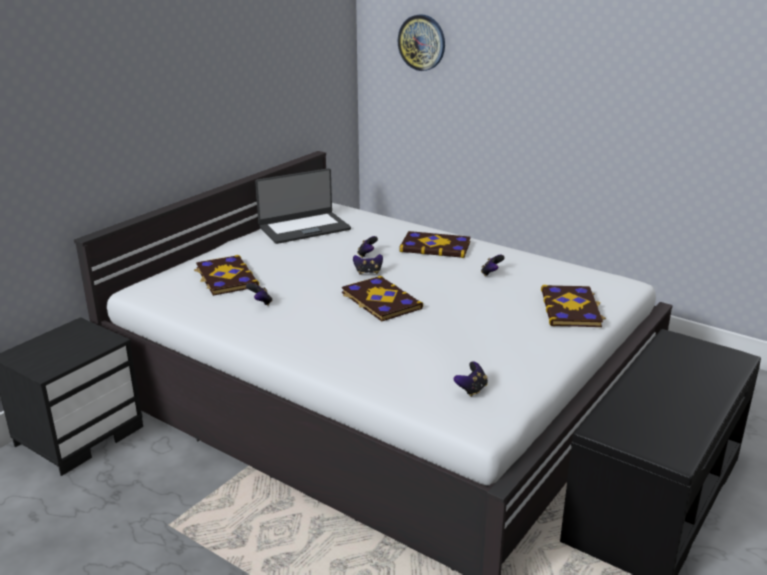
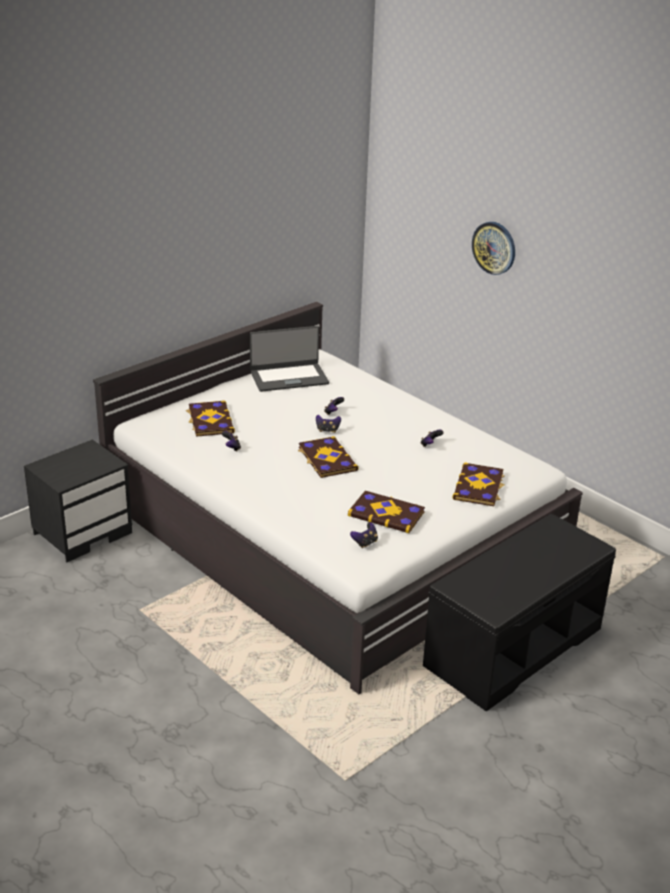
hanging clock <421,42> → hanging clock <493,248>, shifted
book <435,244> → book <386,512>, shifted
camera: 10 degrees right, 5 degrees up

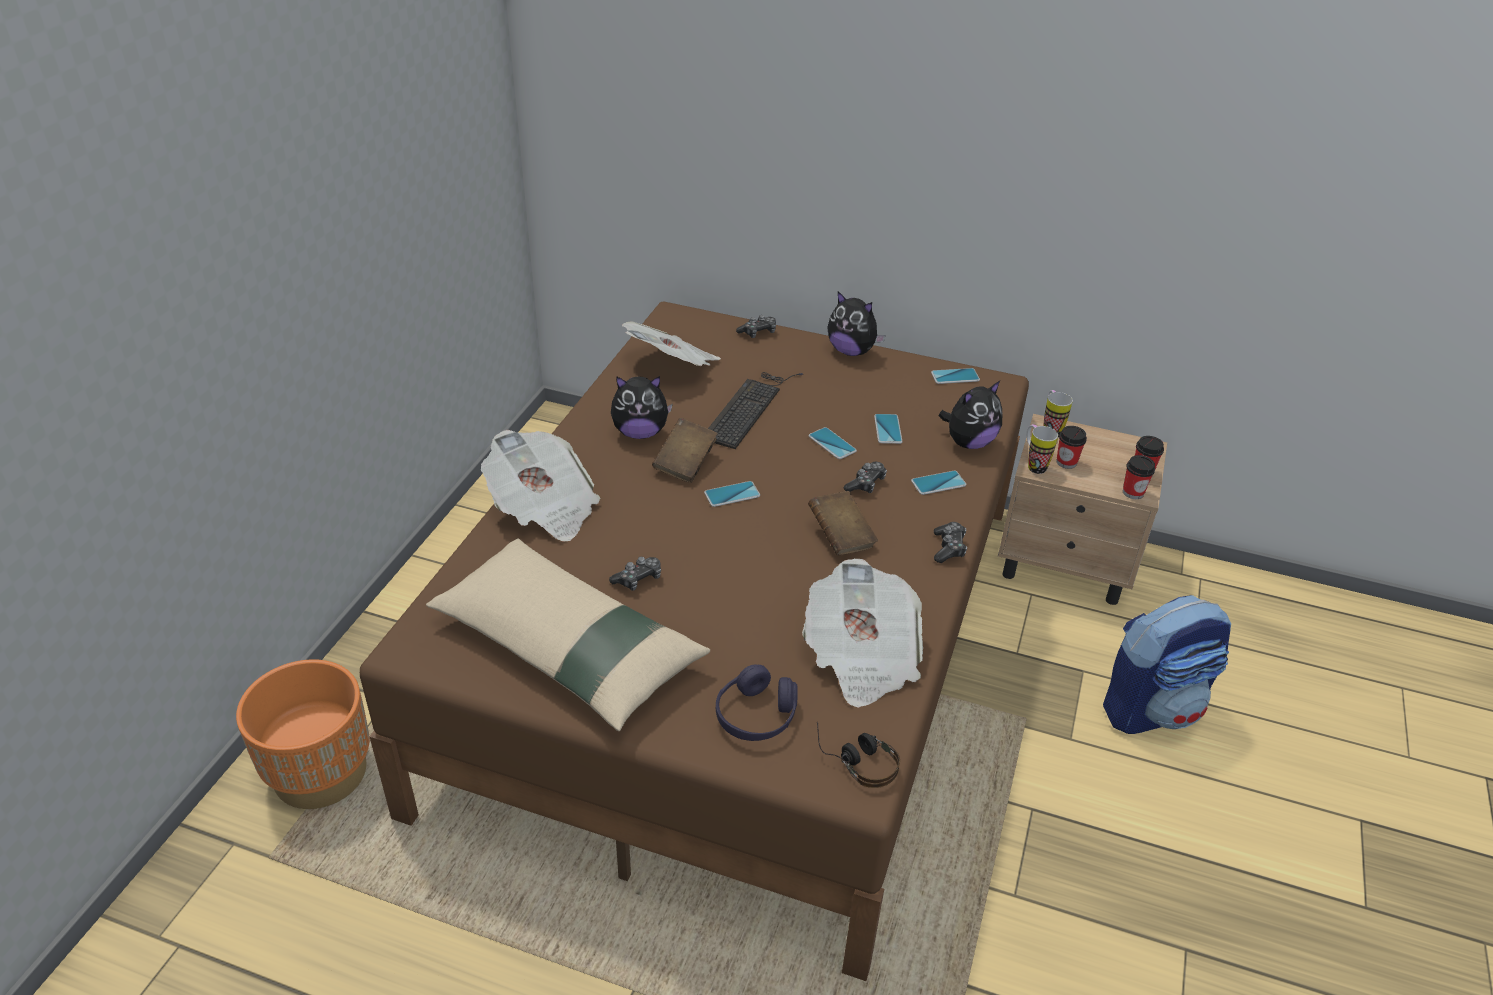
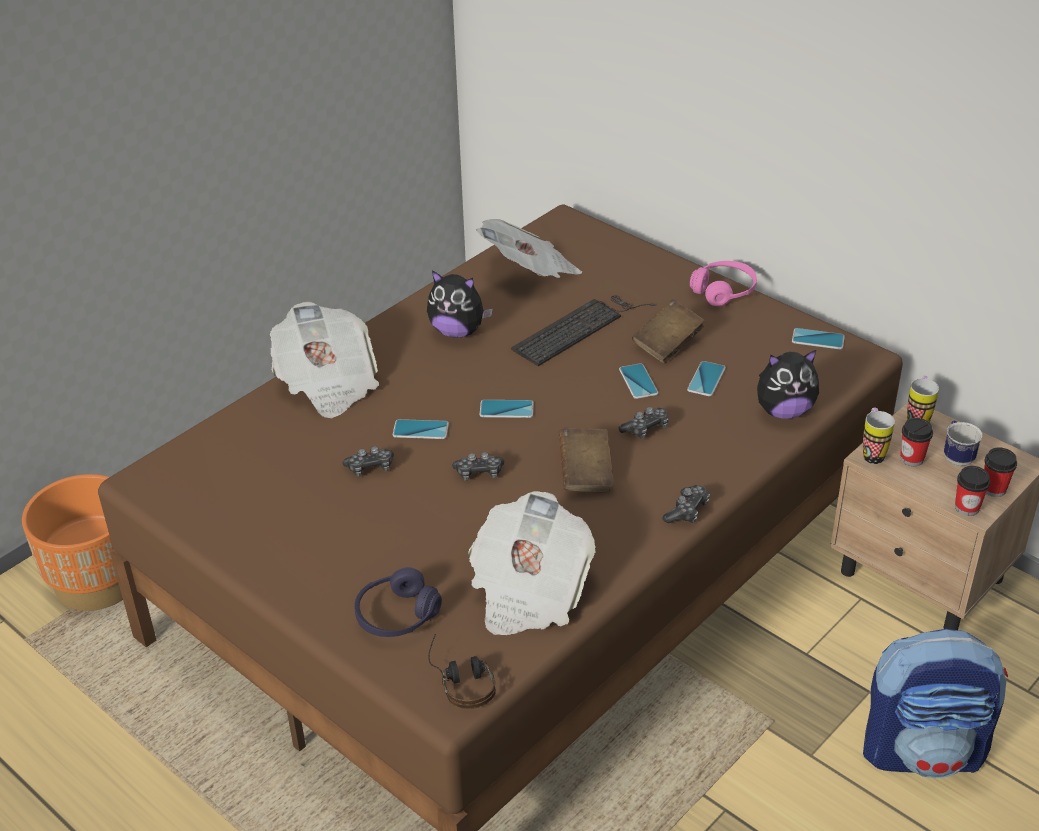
pillow (sand-coloured) <568,634> → -
- → tea mug <963,443>
book (brown-coloured) <685,450> → book (brown-coloured) <668,331>, shifted
gamepad <756,326> → gamepad <478,466>, shifted
phone <938,483> → phone <421,429>, shifted
soft toy <856,323> → pair of headphones (pink) <723,283>
camera: 25 degrees right, 0 degrees up

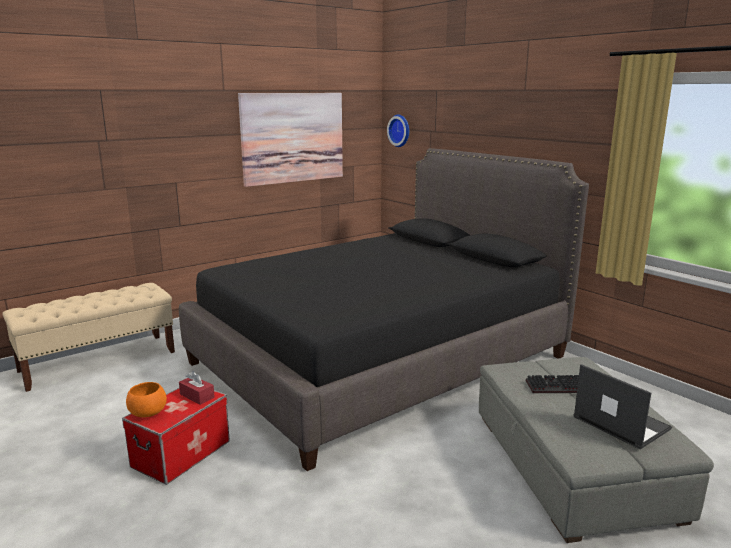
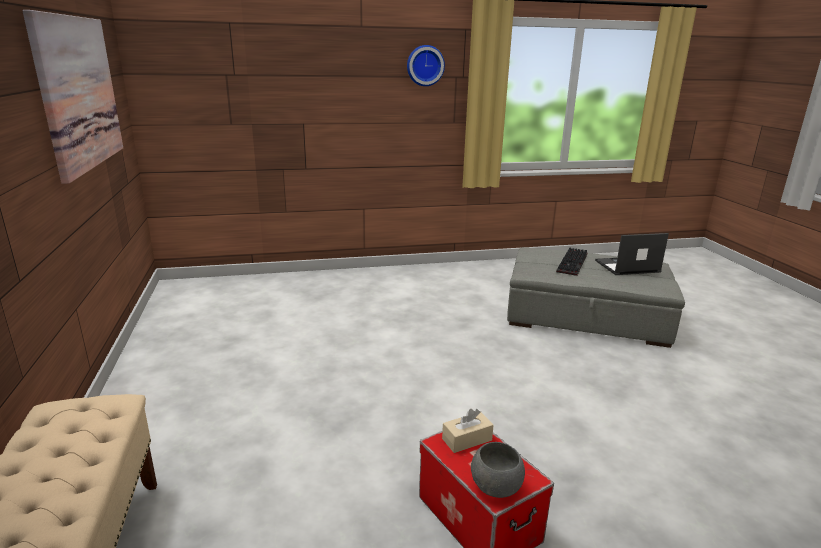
sleeping bed (blackish) <384,309> → -
hanging clock <398,131> → hanging clock <426,65>, shifted
deep dish (orange) <146,399> → deep dish (greyish) <498,470>
tissue box (red) <197,388> → tissue box (sand-coloured) <468,431>
camera: 65 degrees left, 5 degrees up

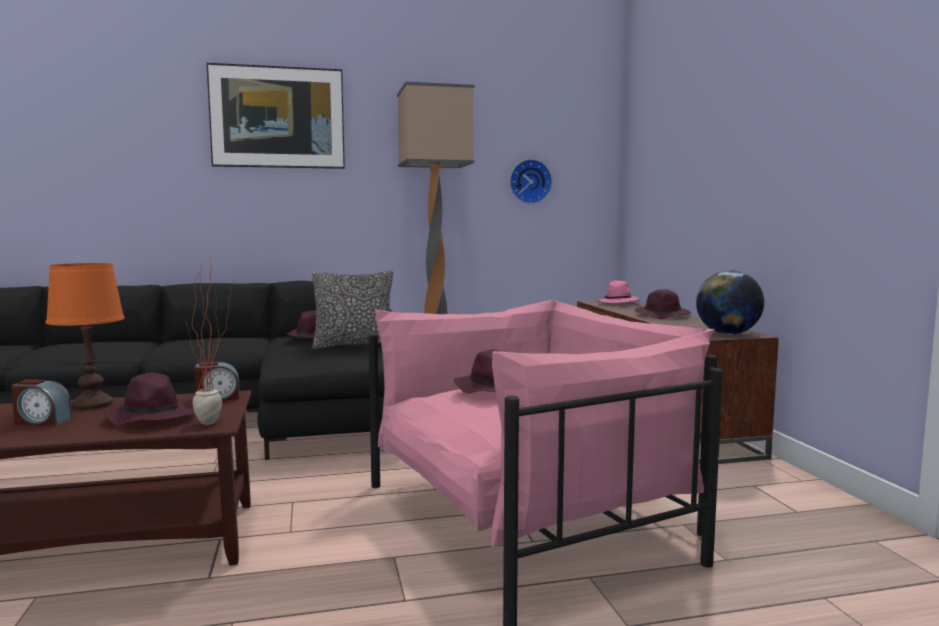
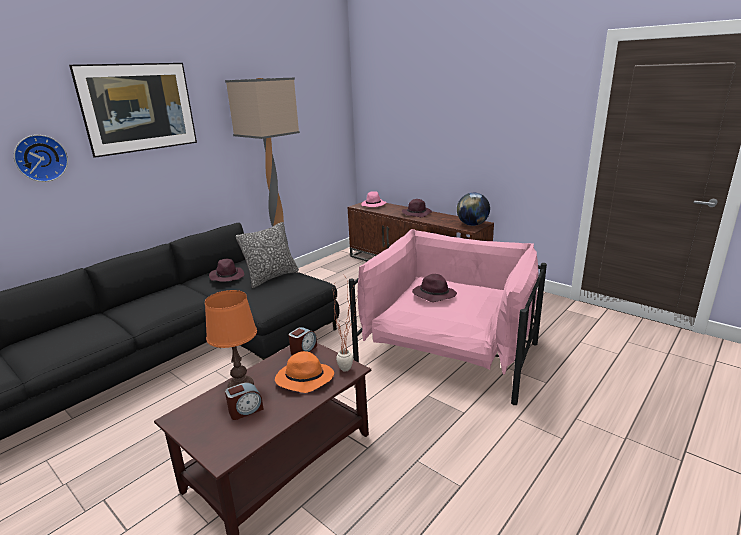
hanging clock <531,182> → hanging clock <41,158>, shifted
hat (purple-coloured) <149,398> → hat (orange) <304,372>
camera: 35 degrees left, 15 degrees up

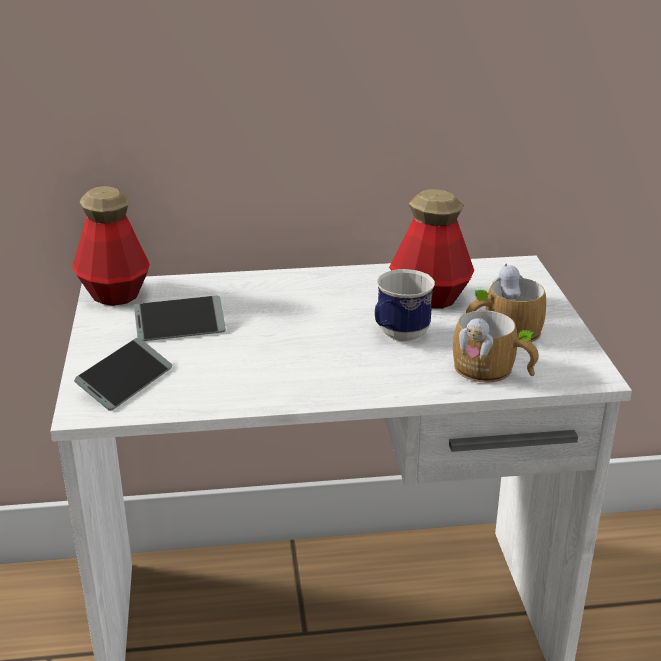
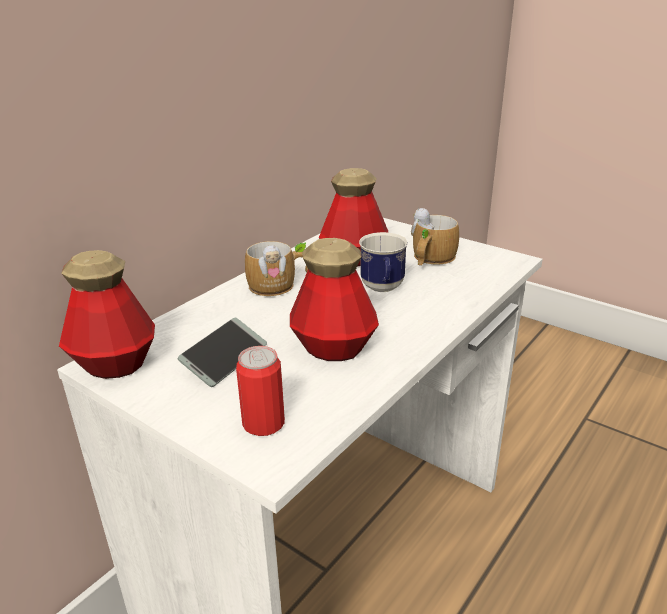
- → bottle <334,299>
tea mug <496,346> → tea mug <276,268>, shifted
phone <123,374> → metal can <260,391>
camera: 45 degrees left, 0 degrees up

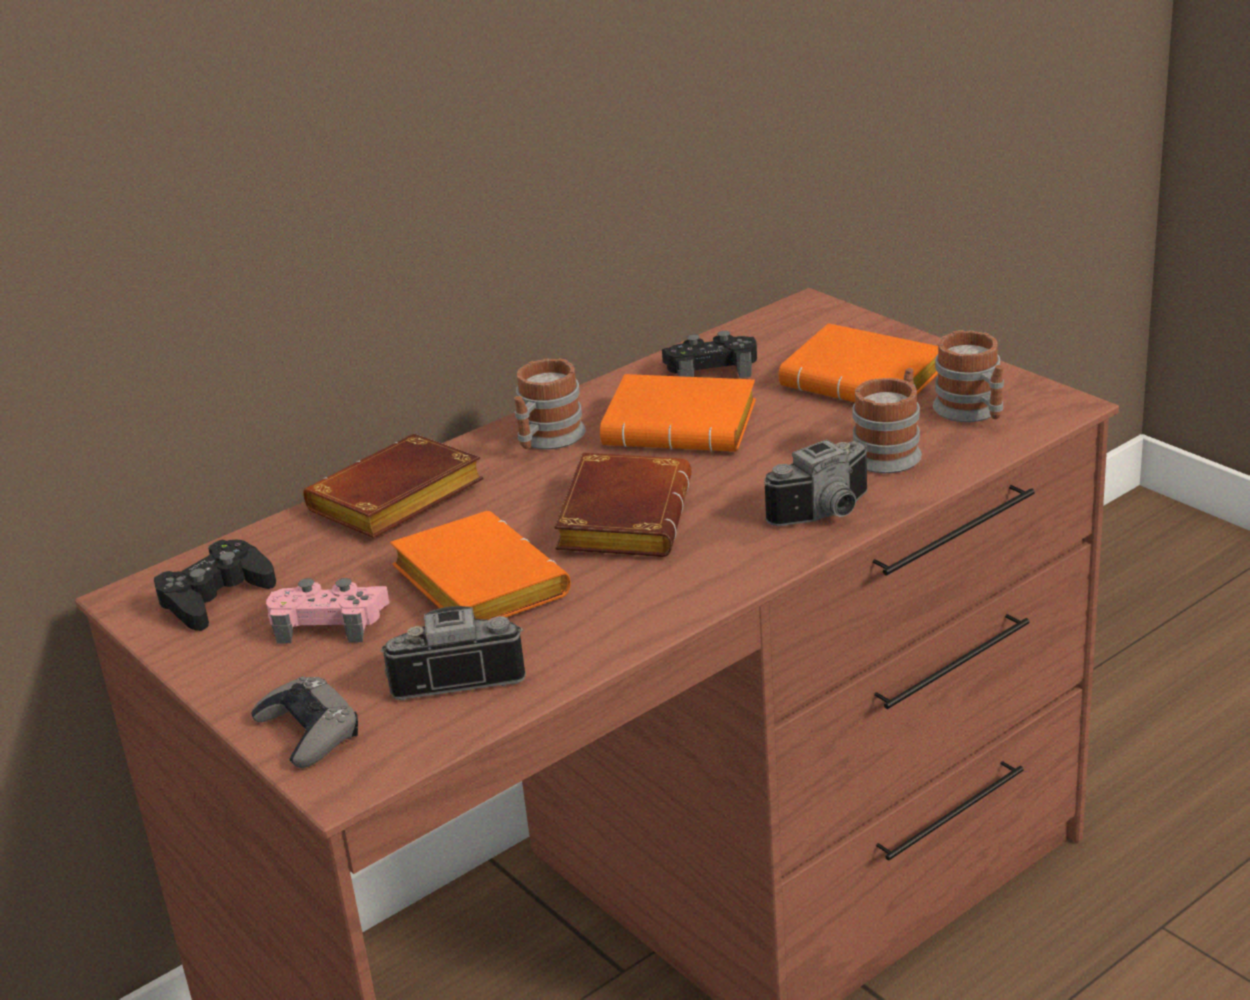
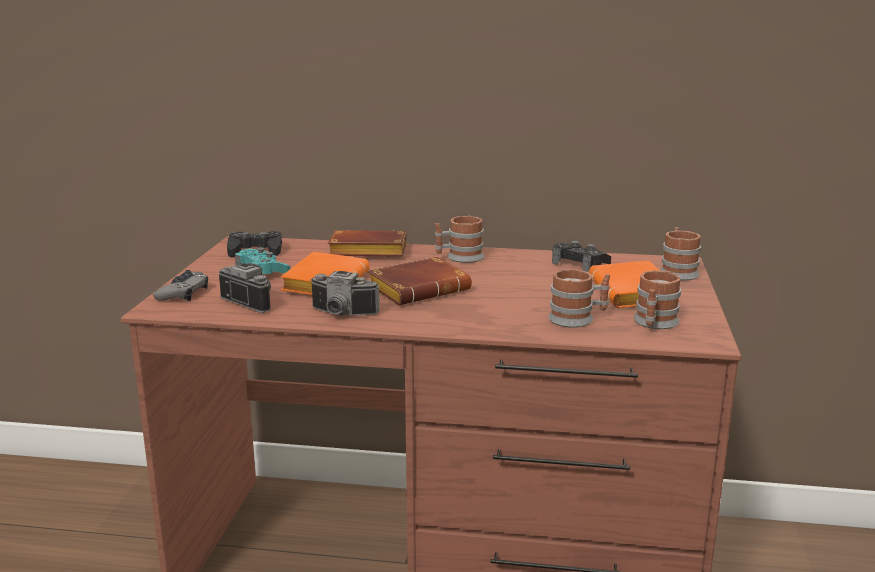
book (orange) <678,413> → -
- → tea mug <680,253>
still camera <816,483> → still camera <345,293>, shifted
gamepad (pink) <328,611> → gamepad (turquoise-coloured) <263,260>
camera: 45 degrees right, 10 degrees down

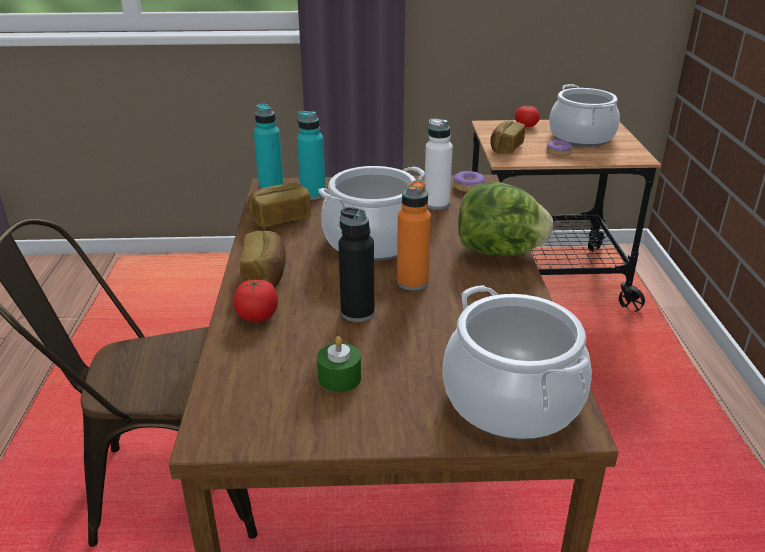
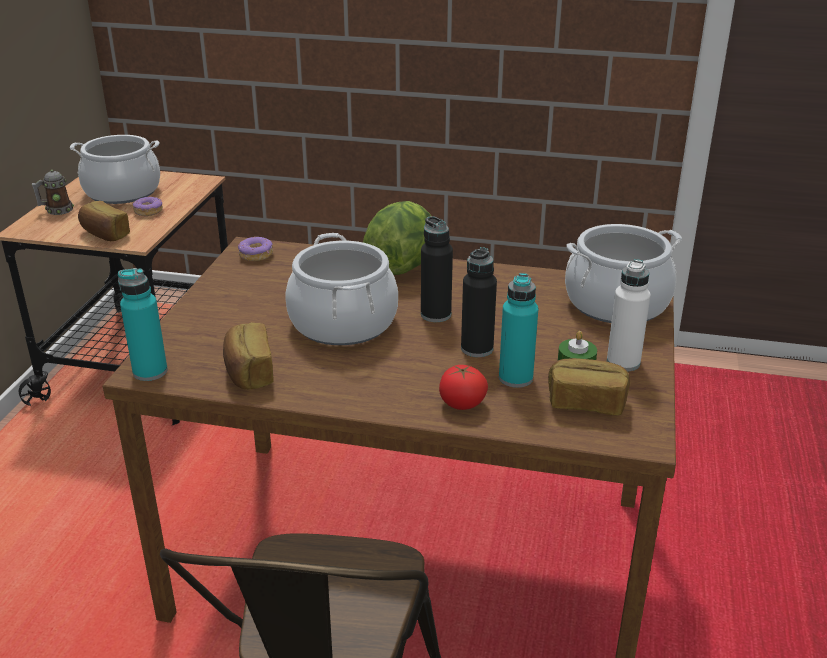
bakery bread <263,259> → bakery bread <589,387>, shifted
bottle (turquoise-coloured) <311,155> → bottle (turquoise-coloured) <518,330>, shifted
bottle (whitish) <439,164> → bottle (whitish) <629,315>, shifted
fresh tomato <527,116> → tea mug <53,192>
bottle (orange) <414,235> → bottle (blackish) <437,269>
camera: 75 degrees left, 0 degrees up

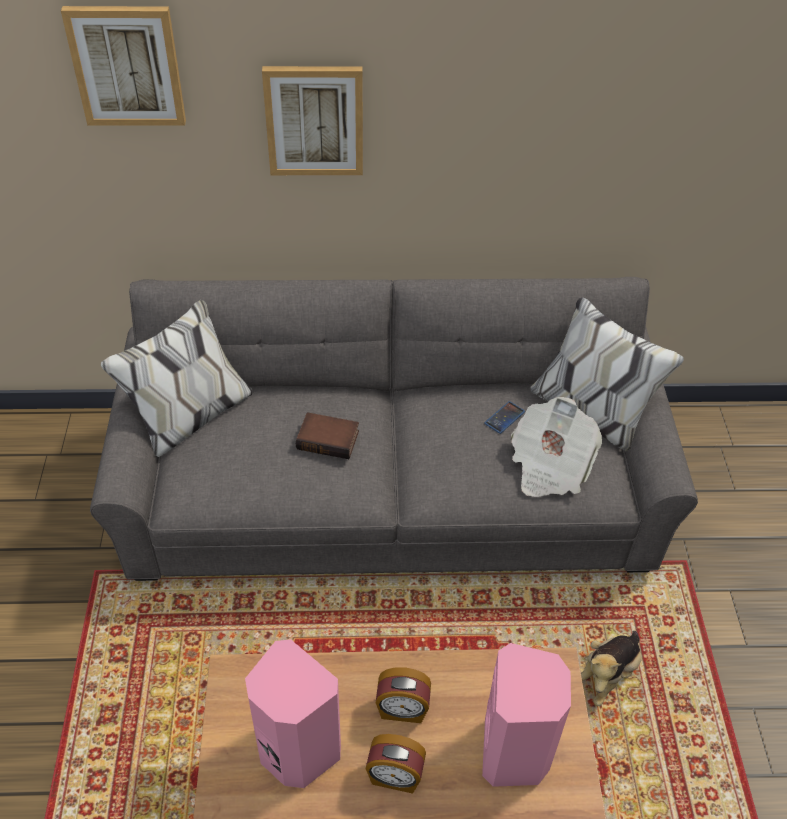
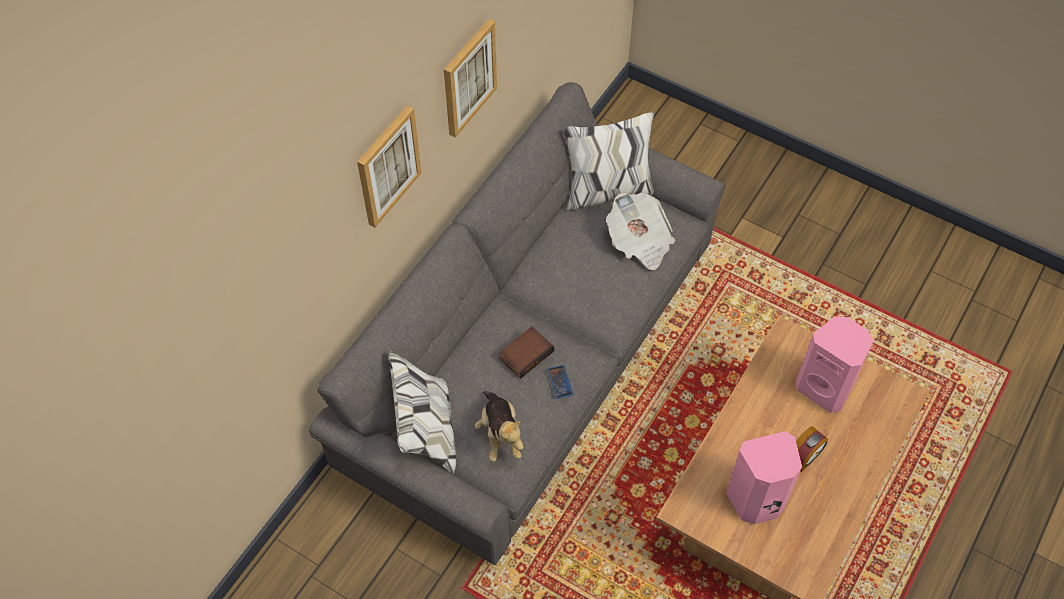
bedside clock <403,695> → -
wall art <123,66> → wall art <470,78>, shifted
phone <504,417> → phone <560,382>, shifted
soft toy <611,668> → soft toy <499,426>, shifted
camera: 55 degrees left, 10 degrees up

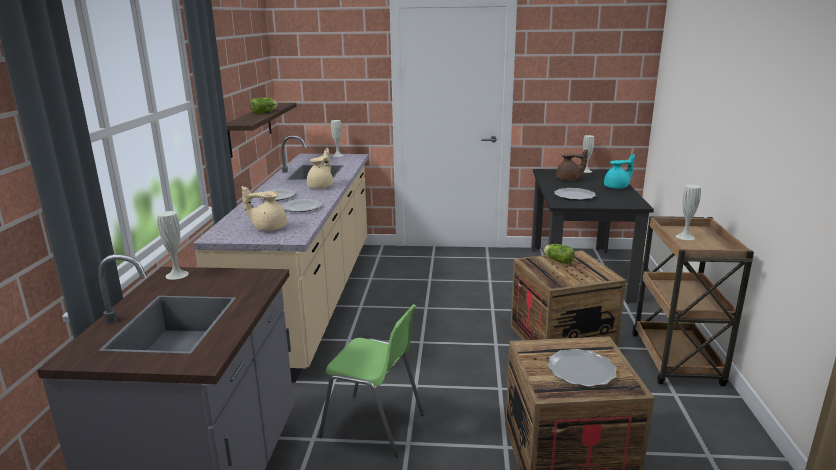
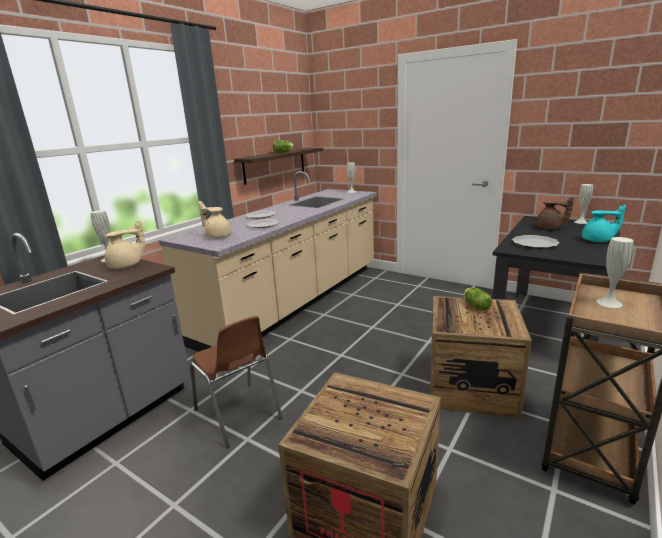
flat dish <582,368> → -
pot for tea (sand-coloured) <320,168> → pot for tea (sand-coloured) <125,244>, shifted
chair (green) <371,381> → chair (brown-coloured) <236,382>
camera: 30 degrees right, 0 degrees up

